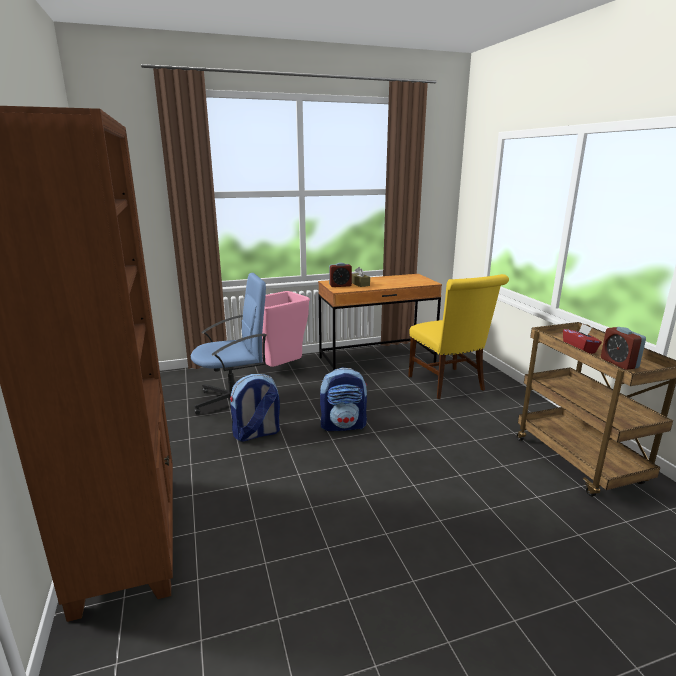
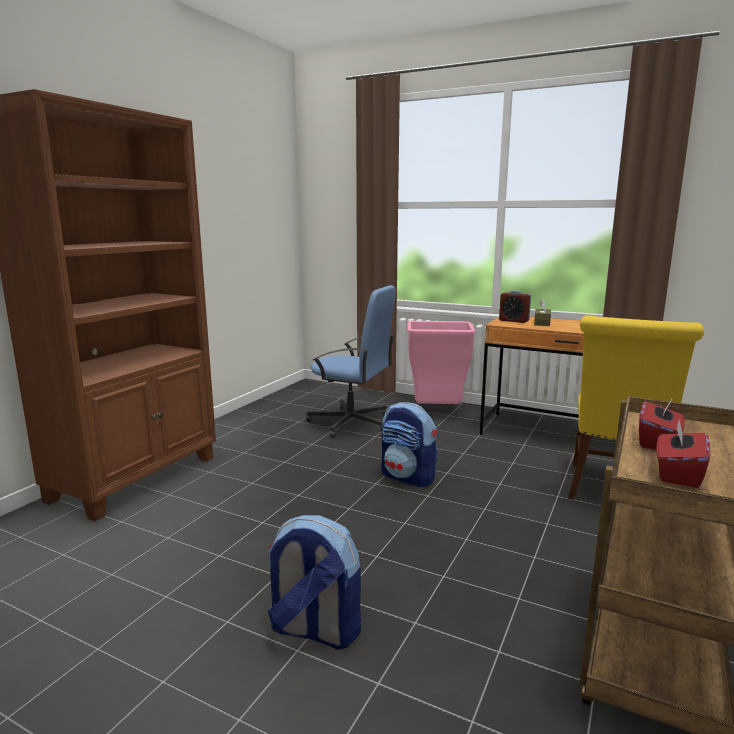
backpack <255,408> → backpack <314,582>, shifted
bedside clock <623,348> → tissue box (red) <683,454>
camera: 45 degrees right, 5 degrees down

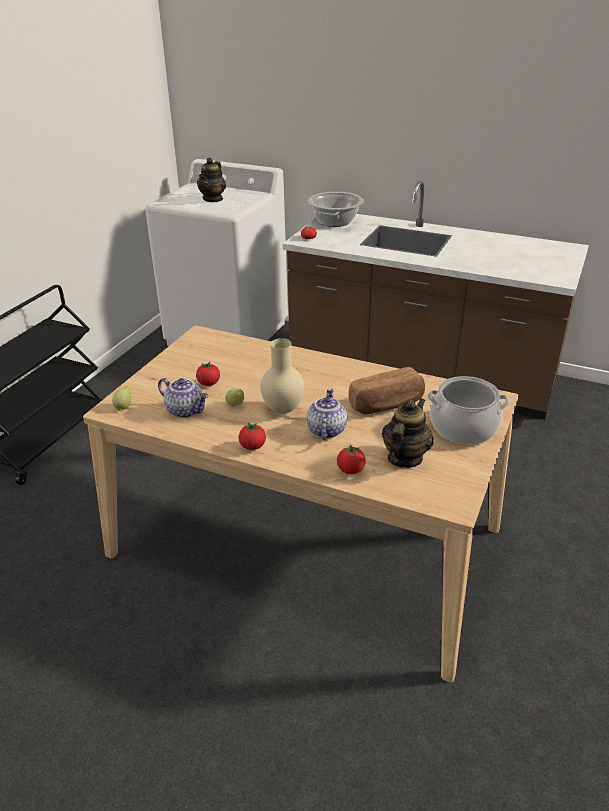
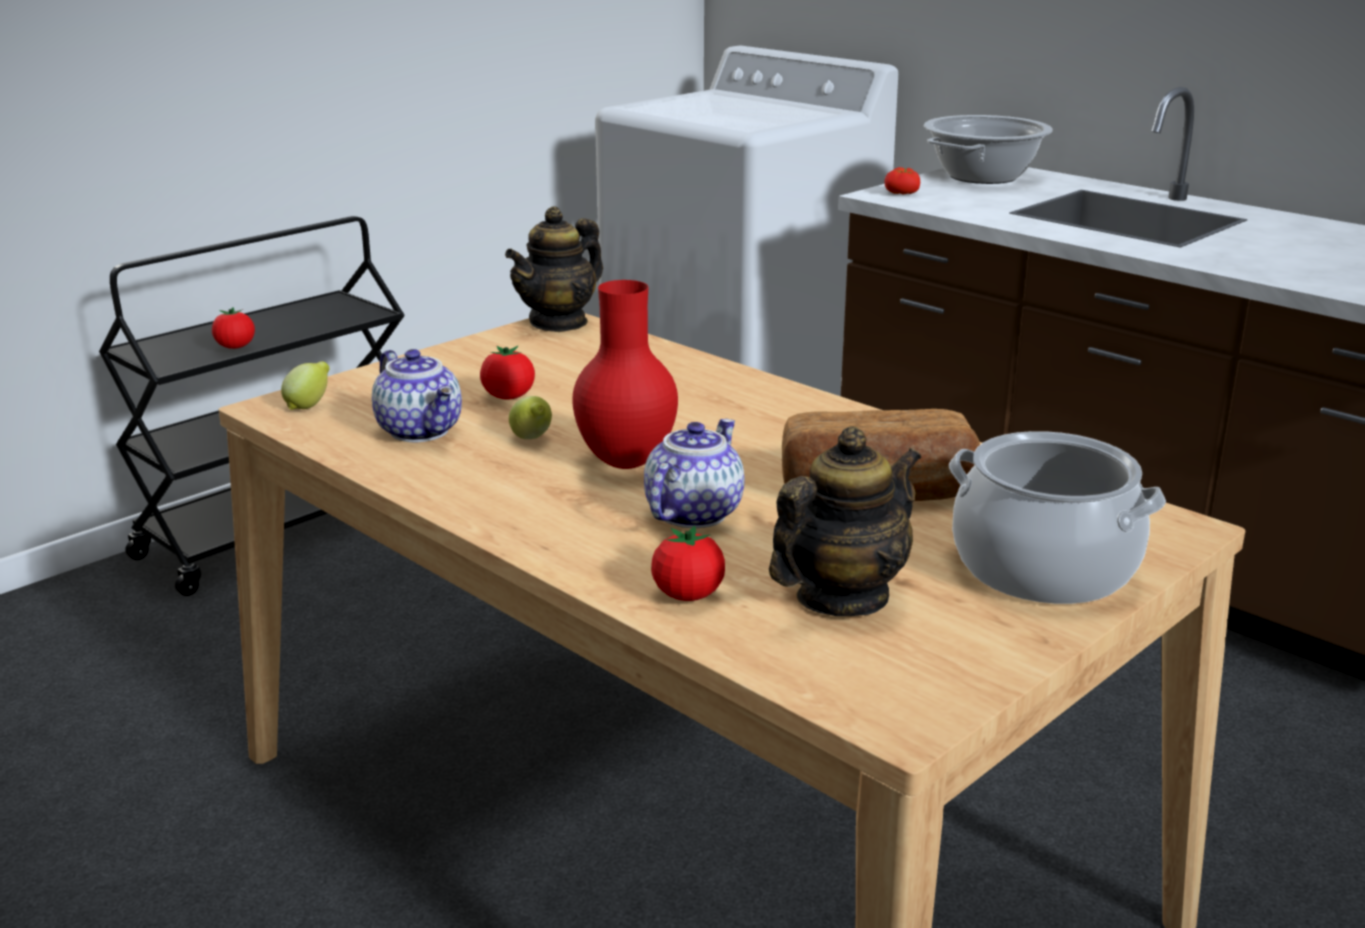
pot for tea <211,179> → pot for tea <554,269>, shifted
fresh tomato <252,436> → fresh tomato <233,328>, shifted
decorative vase (sand-coloured) <282,376> → decorative vase (red) <625,374>
camera: 20 degrees right, 10 degrees down

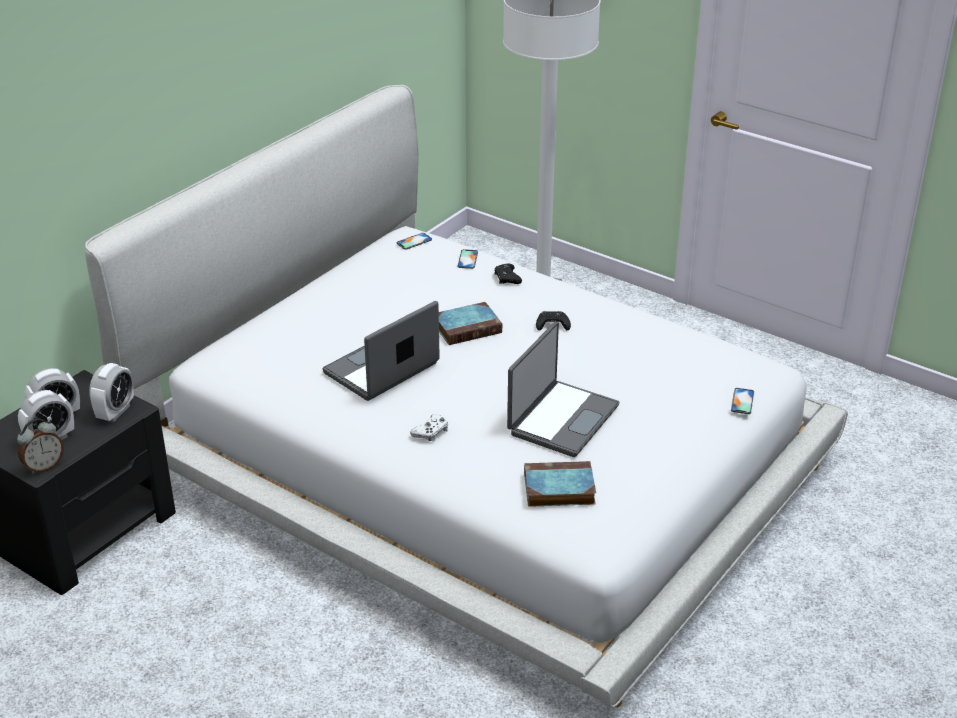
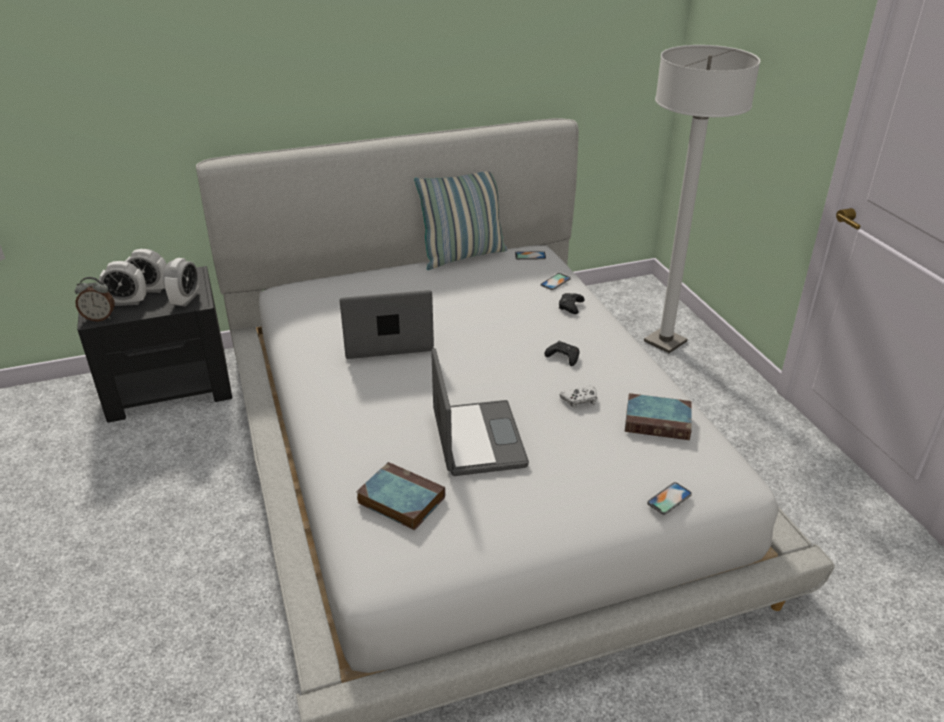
- → pillow <461,220>
gamepad (whitish) <429,427> → gamepad (whitish) <578,397>, shifted
book <470,323> → book <658,416>, shifted
bedside clock <111,392> → bedside clock <181,282>, 45 degrees counterclockwise
notebook computer <563,389> → notebook computer <480,412>, 75 degrees counterclockwise
camera: 35 degrees right, 0 degrees up

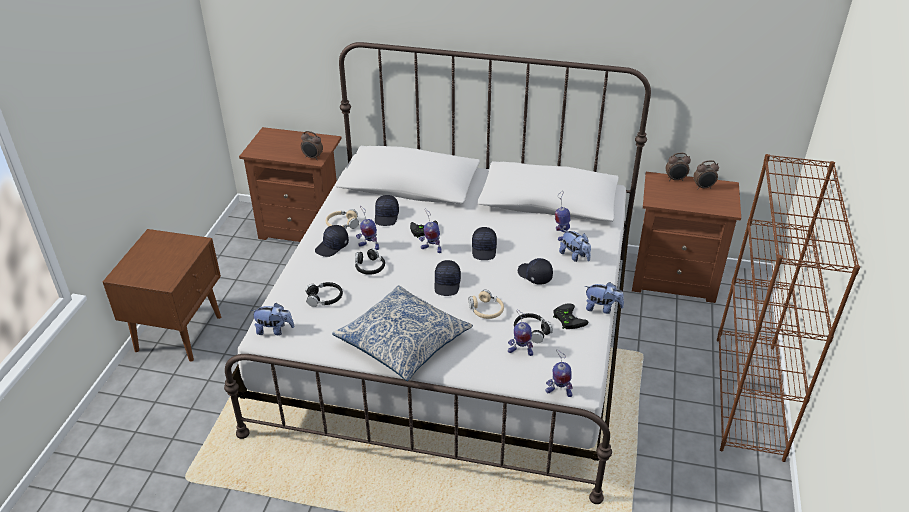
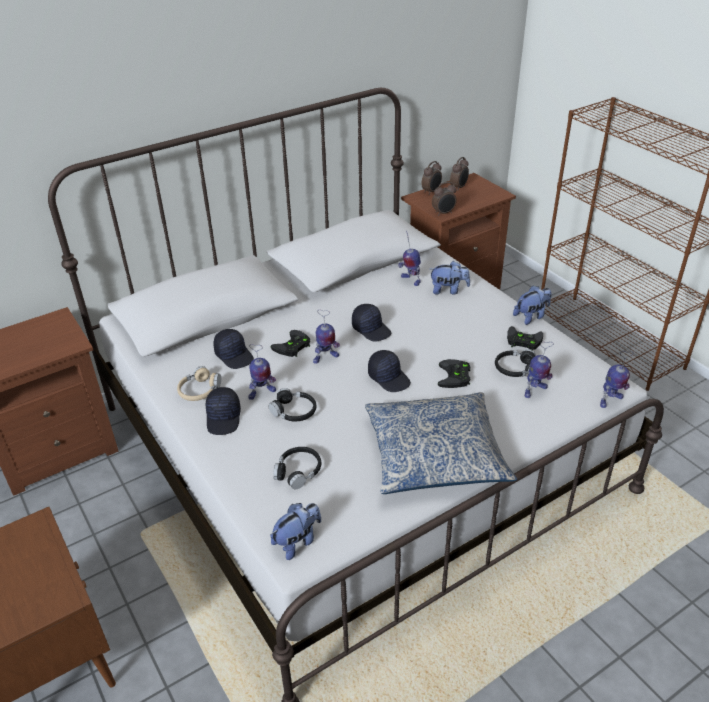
peaked cap (blackish) <535,271> → -
bedside clock <312,145> → bedside clock <444,199>, shifted
pair of headphones (sand-coloured) <486,304> → gamepad (blackish) <454,373>
camera: 45 degrees left, 0 degrees up

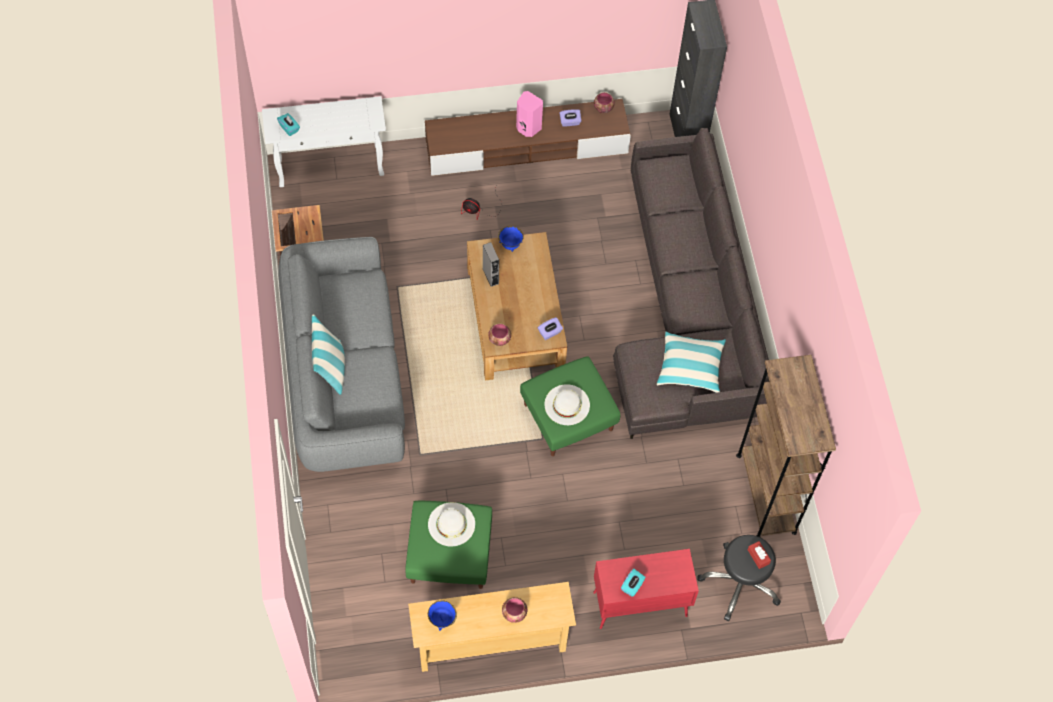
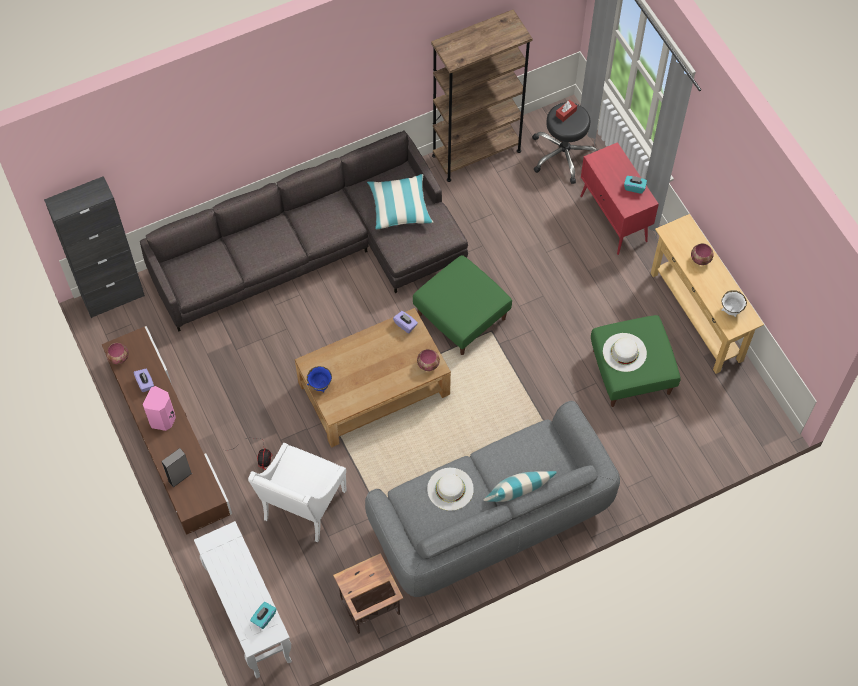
- → easy chair (whitish) <297,493>
speaker (greyish) <491,264> → speaker (greyish) <176,467>, shifted
hat (whitish) <567,404> → hat (whitish) <450,489>, shifted
deep dish (blue-coloured) <442,615> → deep dish (whitish) <734,303>
camera: 105 degrees left, 0 degrees up

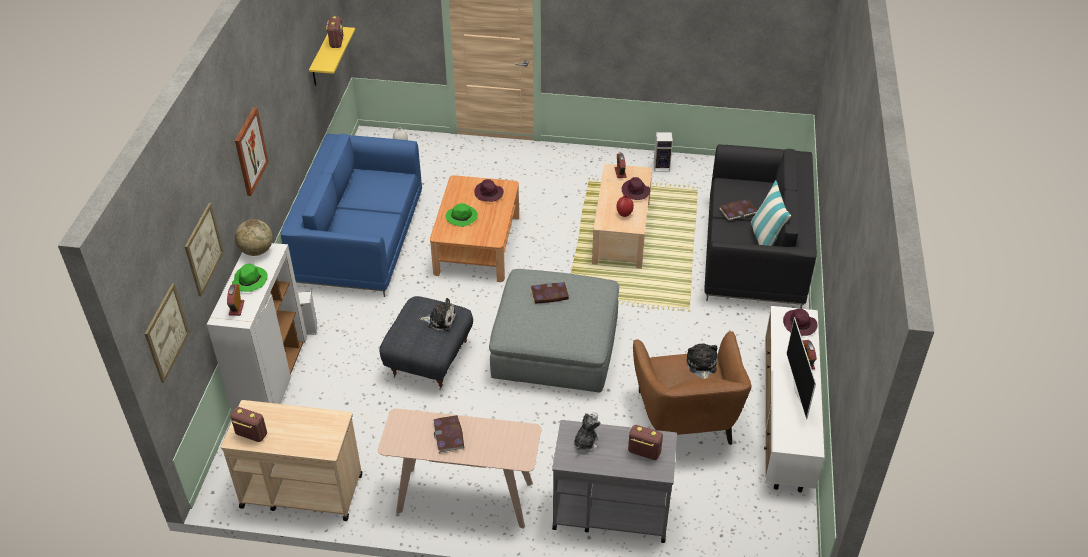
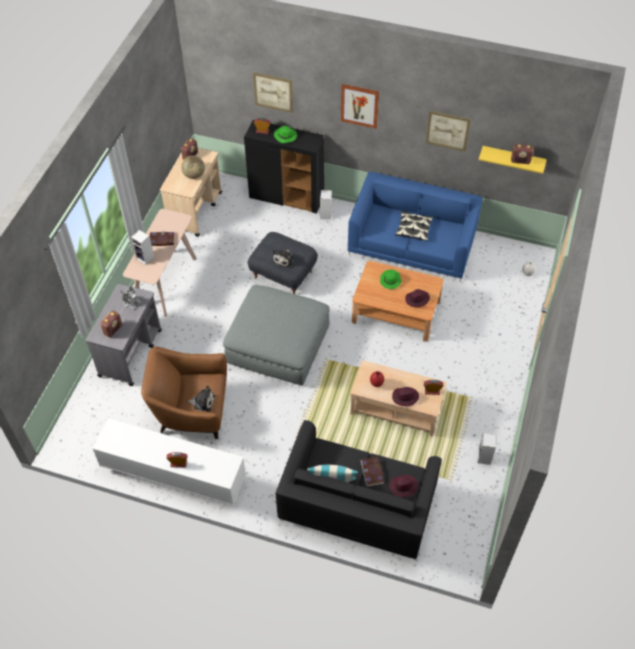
book <549,293> → -
television <801,368> → -
- → speaker <142,247>
- → pillow <414,226>
wall art <167,333> → wall art <448,131>, shifted
world globe <254,237> → world globe <193,167>, shifted
hat (purple-coloured) <800,322> → hat (purple-coloured) <404,486>, shifted
cabinet (whitish) <257,327> → cabinet (blackish) <284,166>
camera: 100 degrees right, 10 degrees up

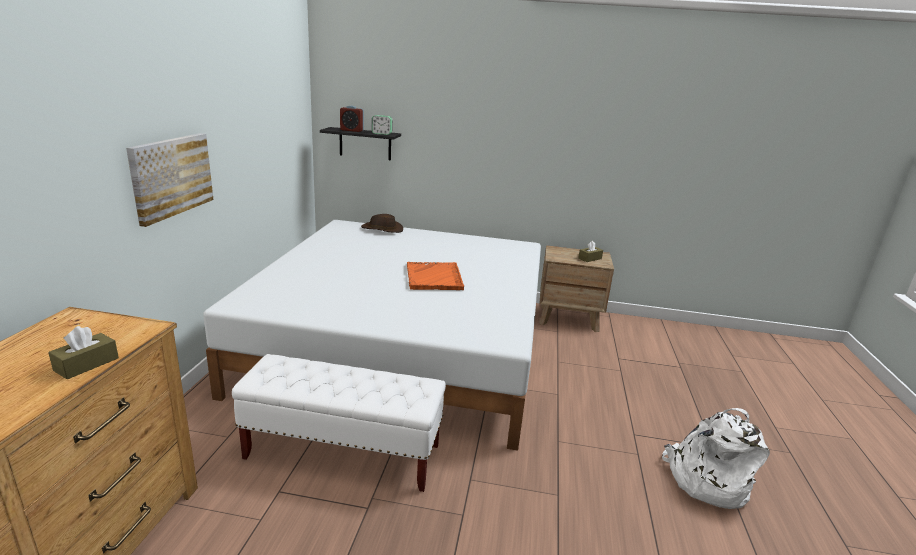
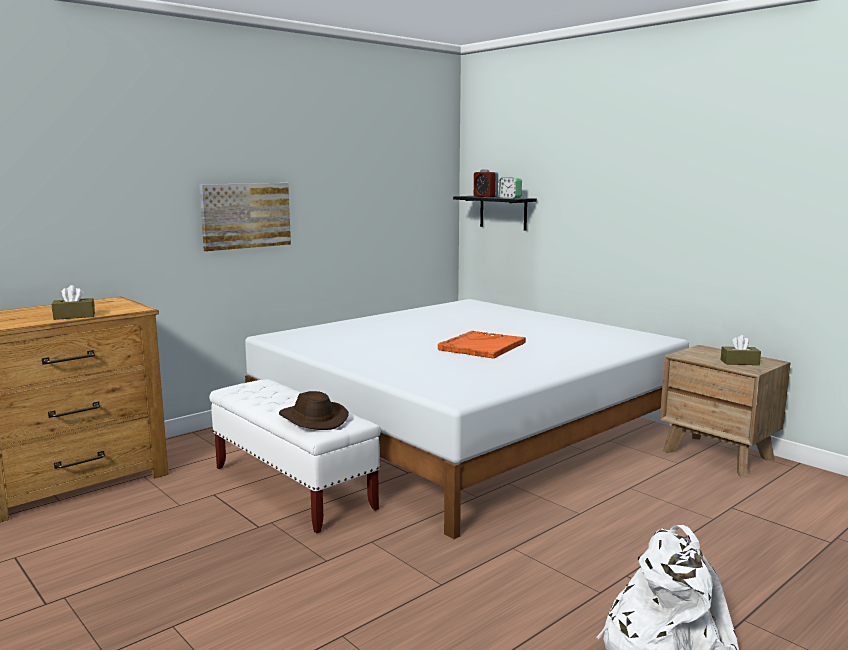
hat (brown-coloured) <382,223> → hat (brown-coloured) <314,410>, shifted
camera: 40 degrees right, 10 degrees down

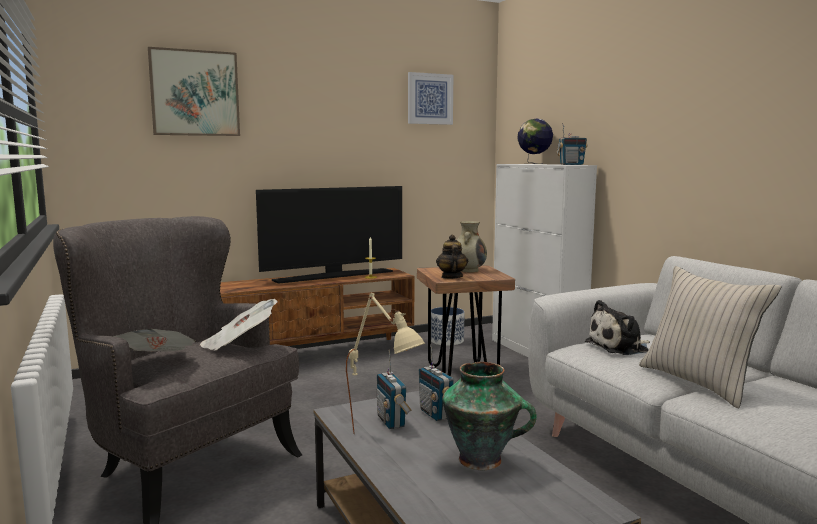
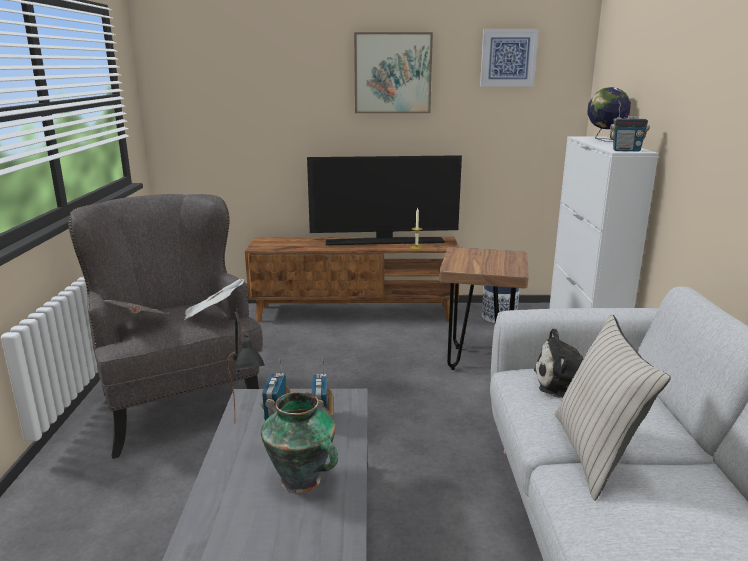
pot for tea <452,256> → -
decorative vase (sand-coloured) <472,246> → -
wall art <194,91> → wall art <393,72>, shifted
tabletop lamp (sand-coloured) <385,363> → tabletop lamp (blackish) <246,363>
camera: 25 degrees right, 10 degrees up

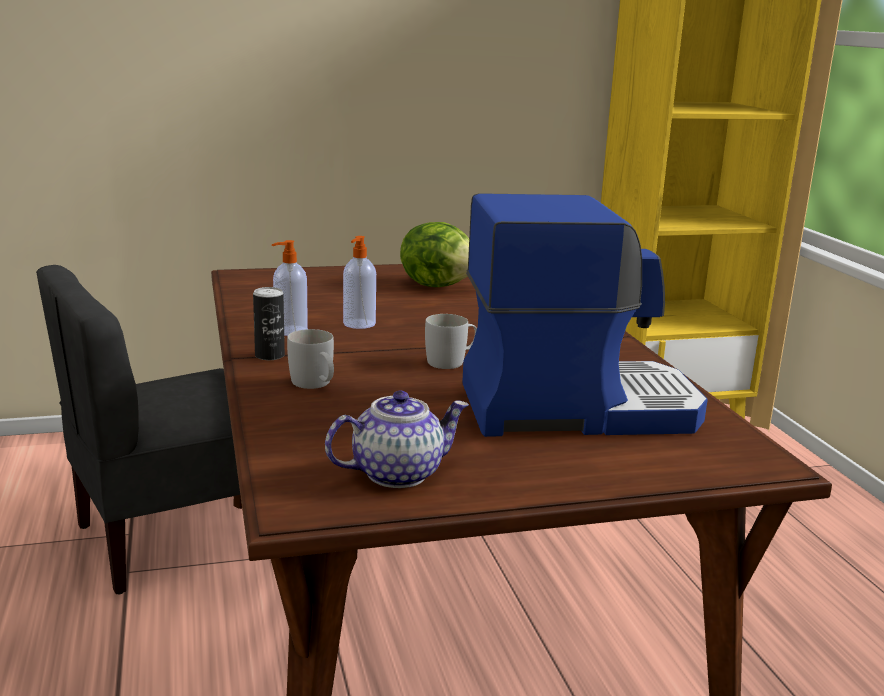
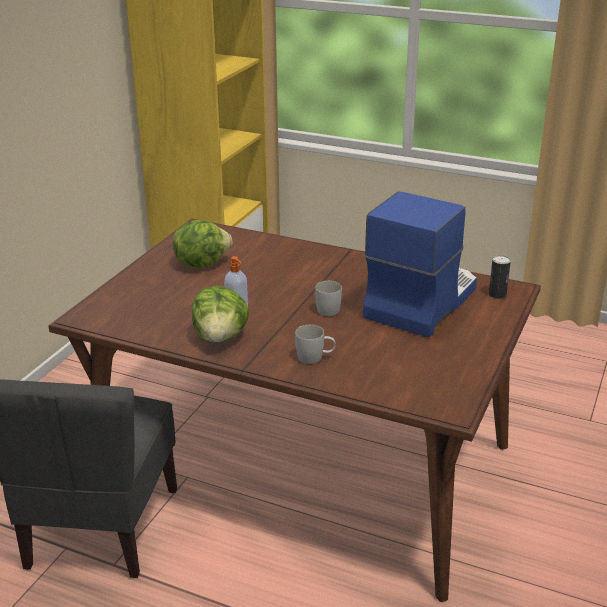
pot for tea <397,439> → -
metal can <269,323> → metal can <500,277>, shifted
soap bottle <290,288> → head of lettuce <220,314>
camera: 50 degrees left, 10 degrees up

